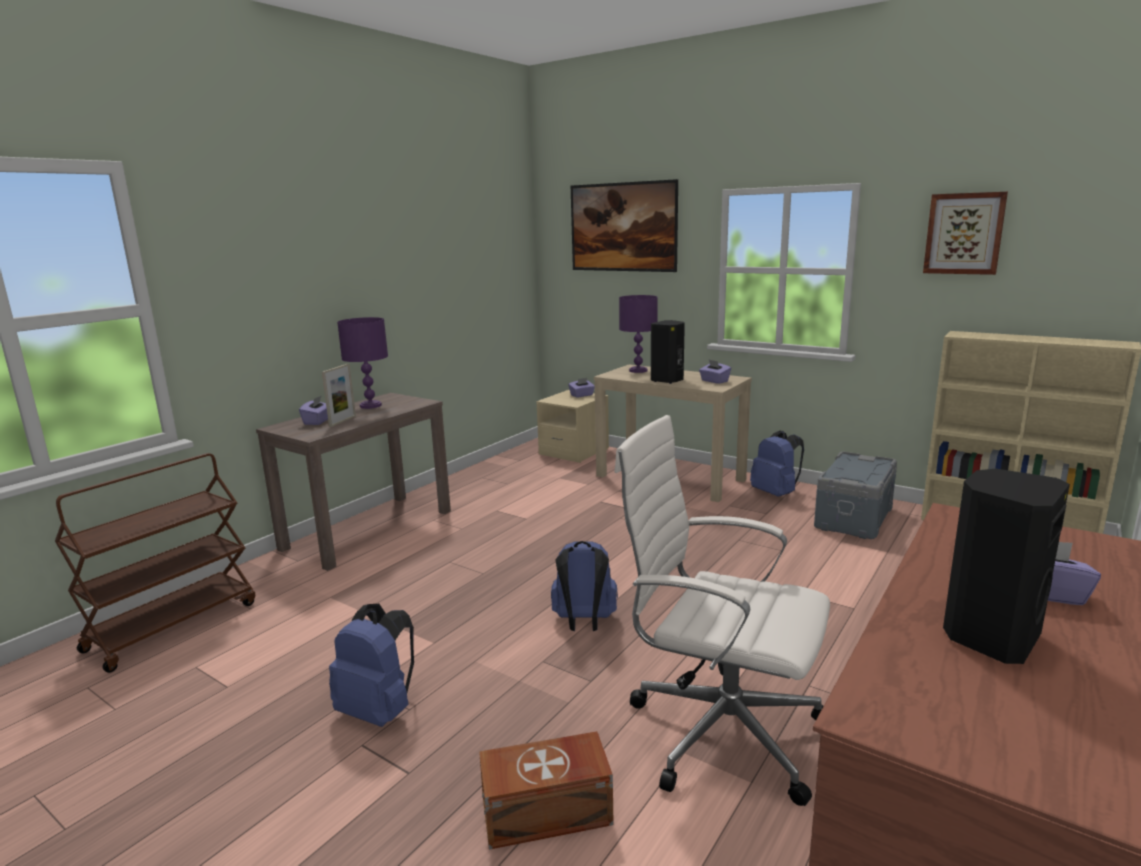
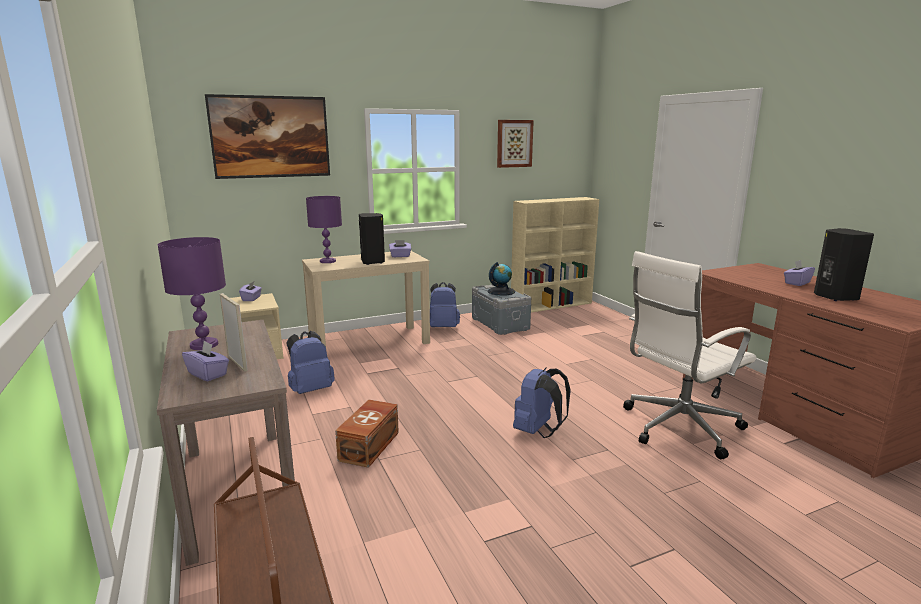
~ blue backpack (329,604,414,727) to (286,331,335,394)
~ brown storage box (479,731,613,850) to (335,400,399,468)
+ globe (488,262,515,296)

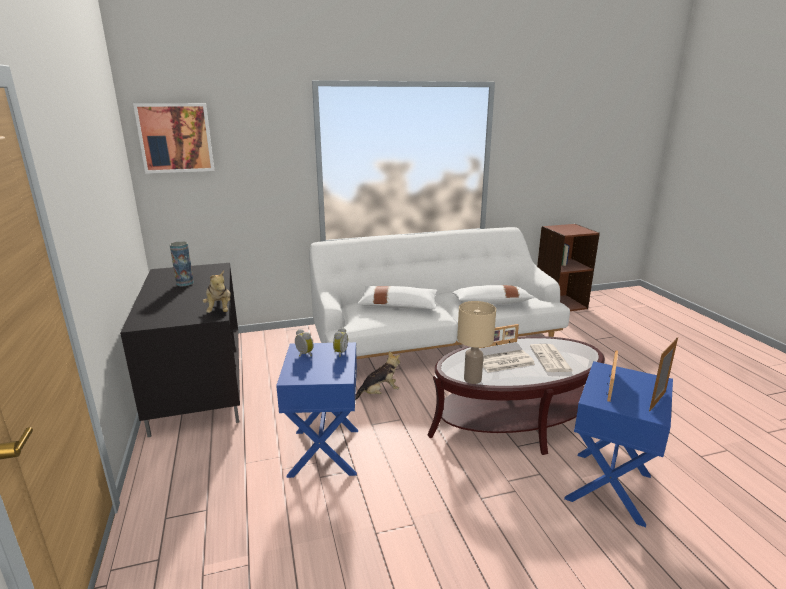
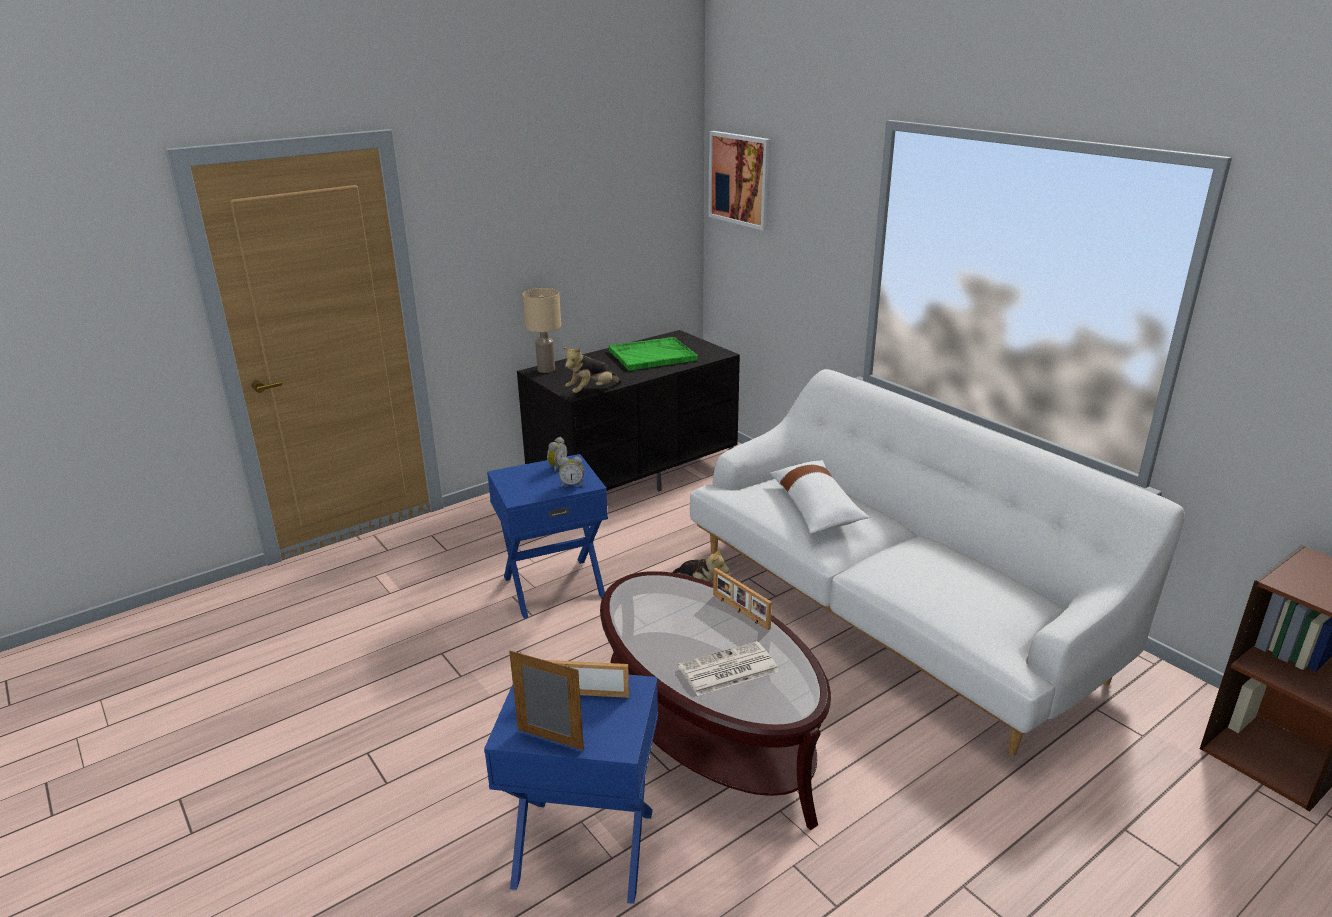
~ vase (170,241,194,286) to green tray (609,337,698,371)
- white pillow (452,285,535,304)
~ beige table lamp (457,301,496,384) to (522,288,561,373)
- newspaper (483,350,535,372)

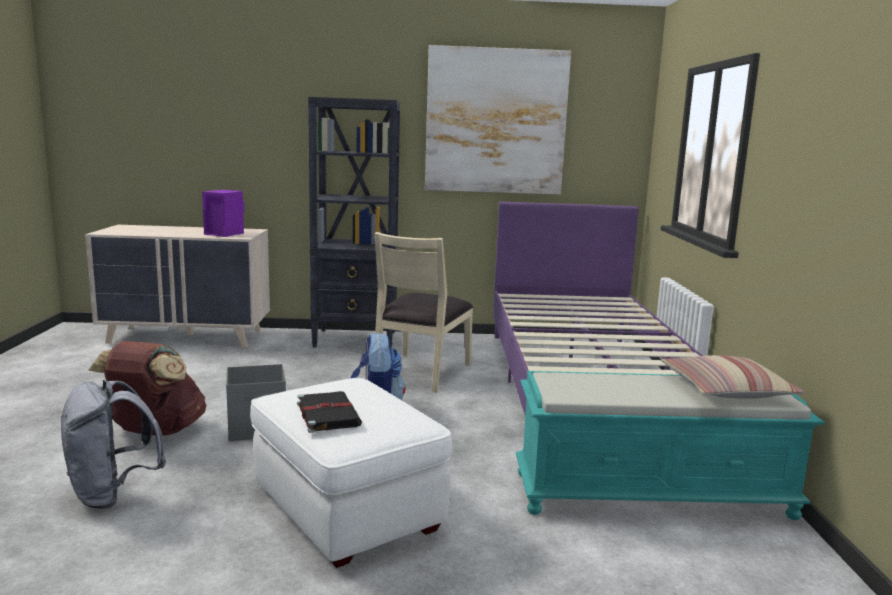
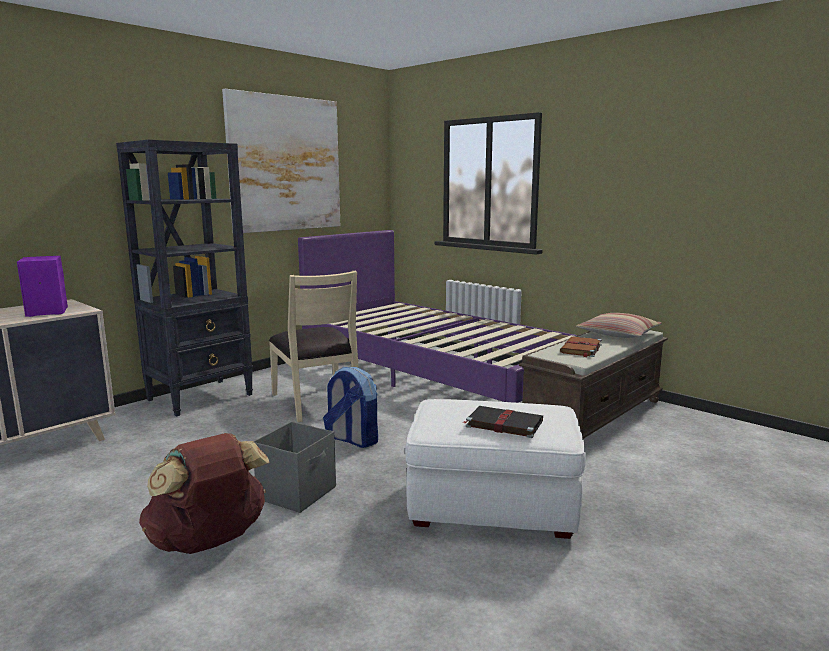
- grey backpack (61,380,166,509)
~ turquoise bench (516,371,825,520) to brown bench (519,330,668,439)
+ brown book (560,336,602,358)

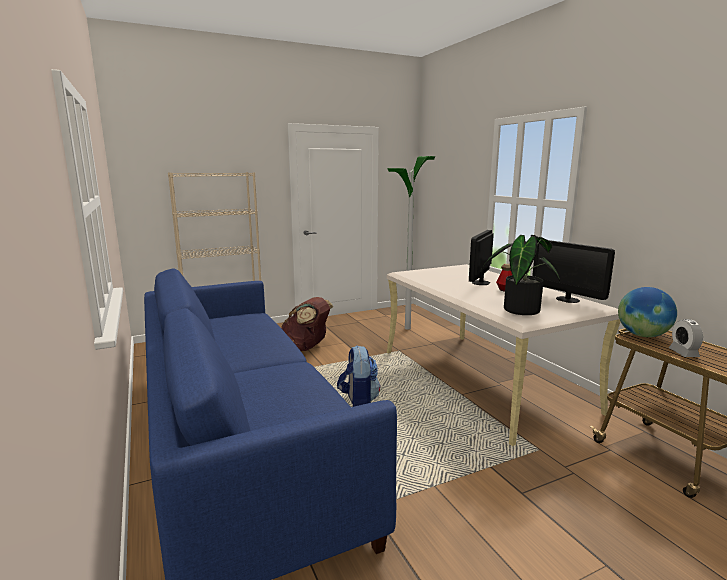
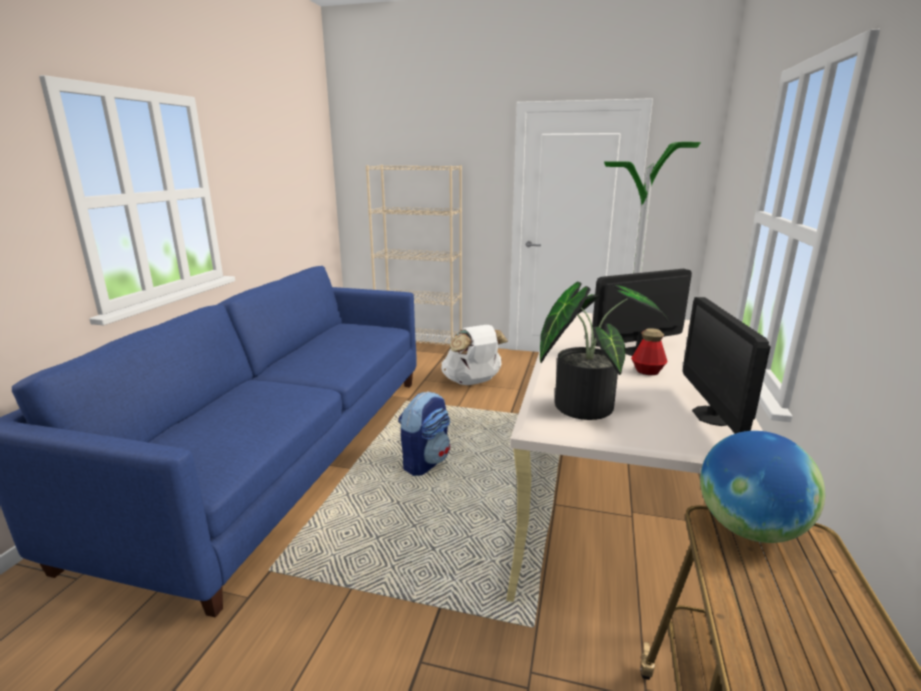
~ brown backpack (281,297,333,351) to white backpack (441,325,508,385)
- alarm clock (669,319,703,357)

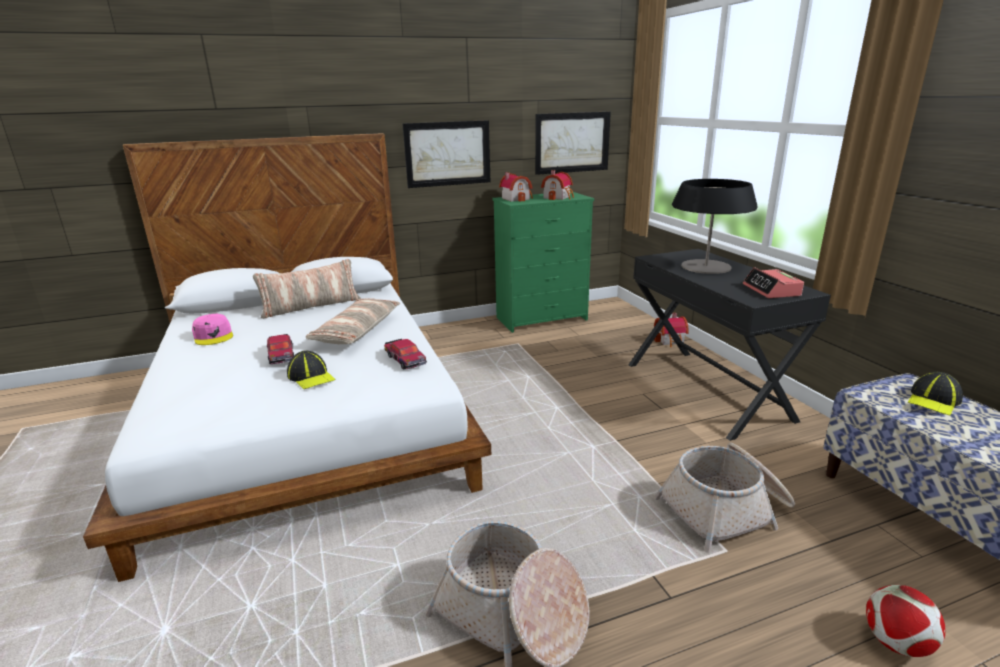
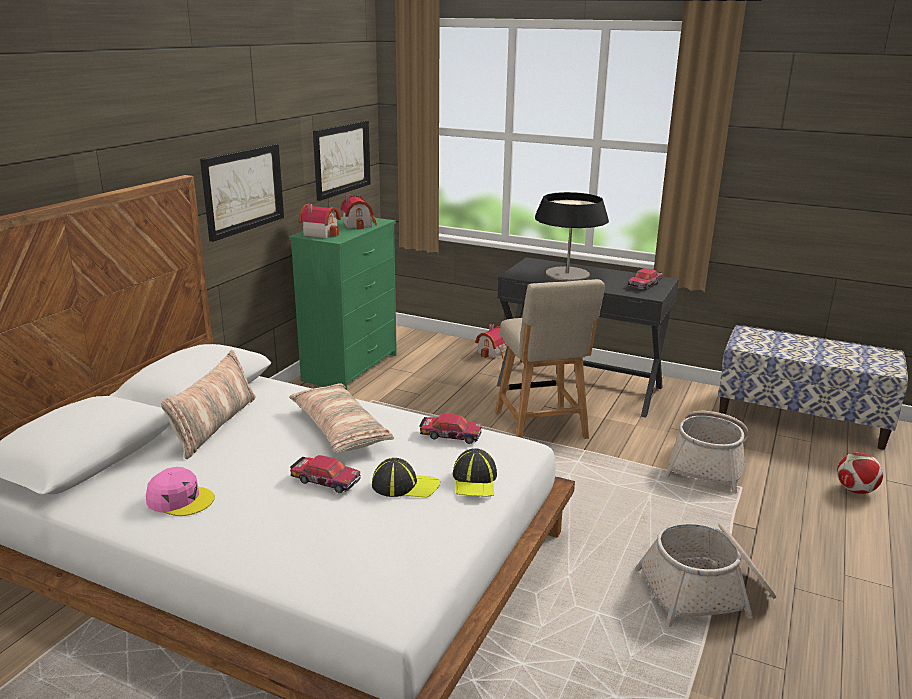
~ alarm clock (743,267,804,298) to toy car (628,268,663,290)
~ cap (908,372,963,416) to (453,448,497,497)
+ beige chair (495,279,605,439)

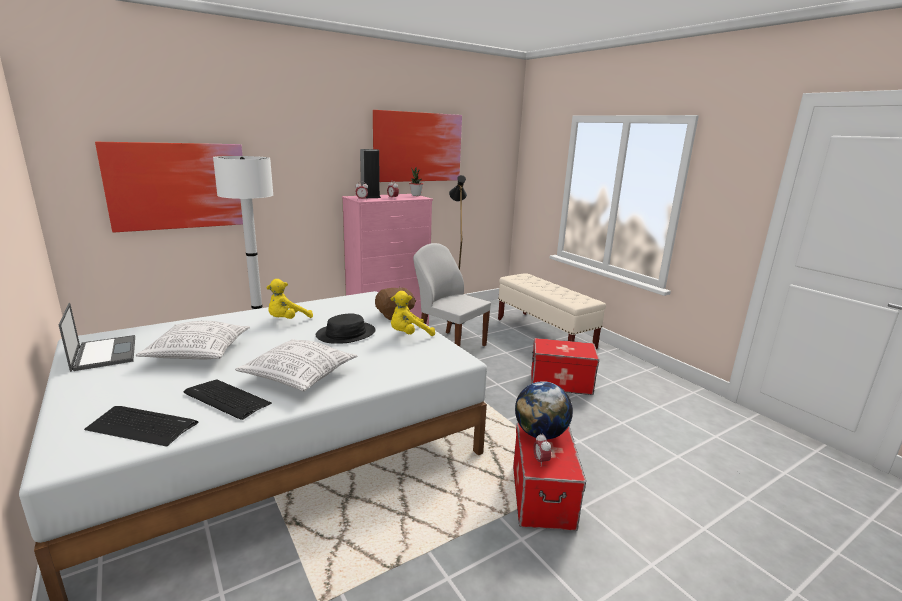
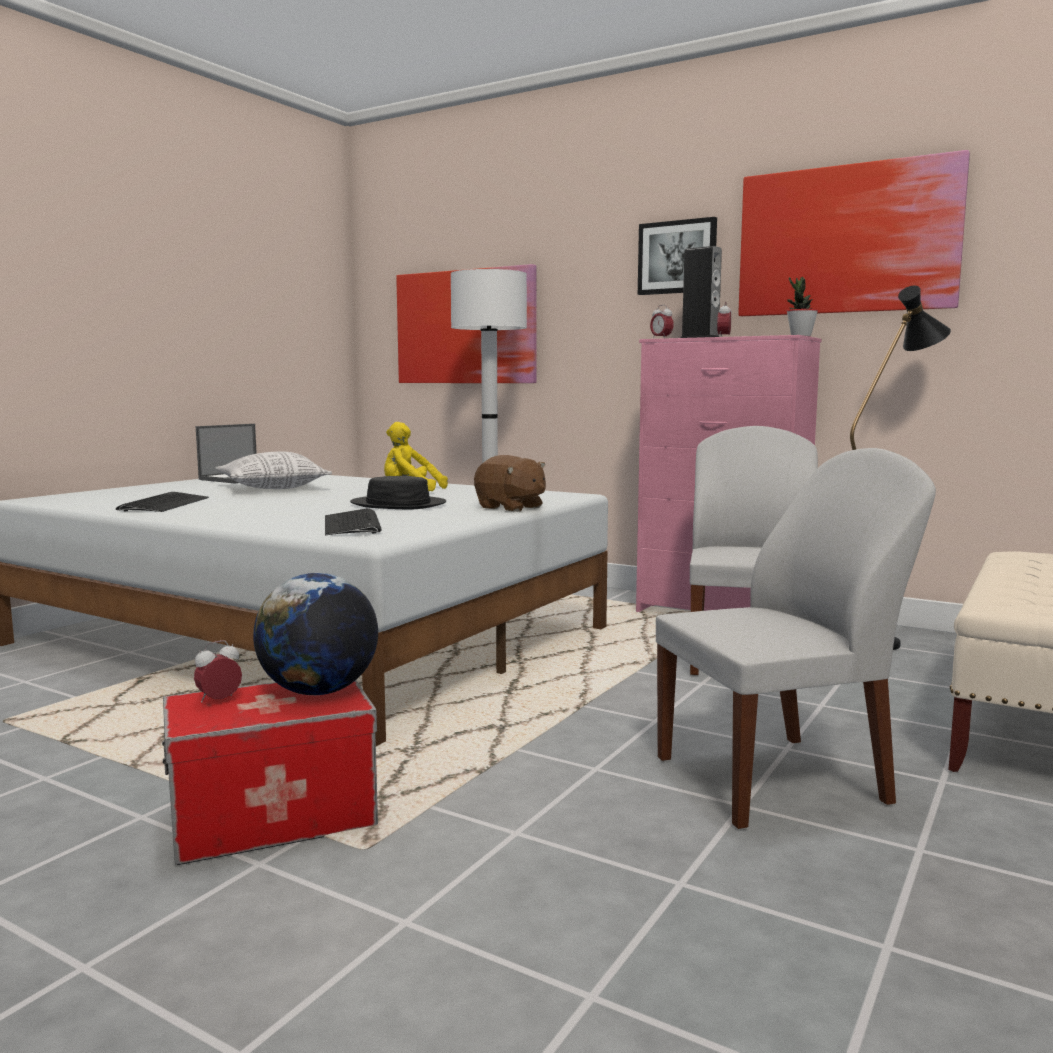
~ keyboard (84,406,199,447) to (325,508,382,535)
- pillow (235,339,357,391)
- yellow plush toy (391,291,435,336)
~ storage box (531,338,599,395) to white chair (656,448,936,829)
+ picture (638,217,717,295)

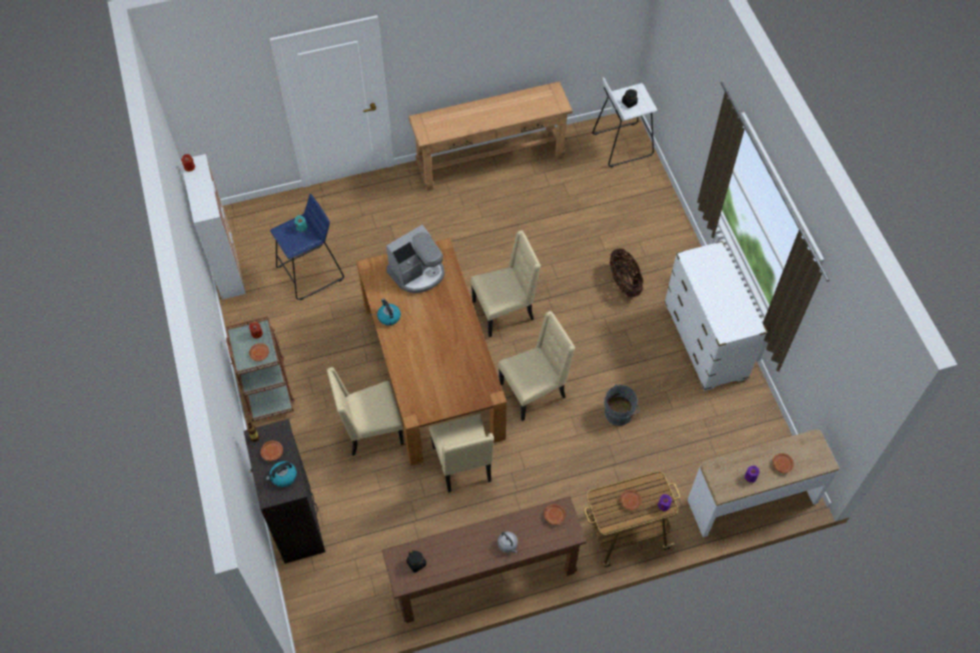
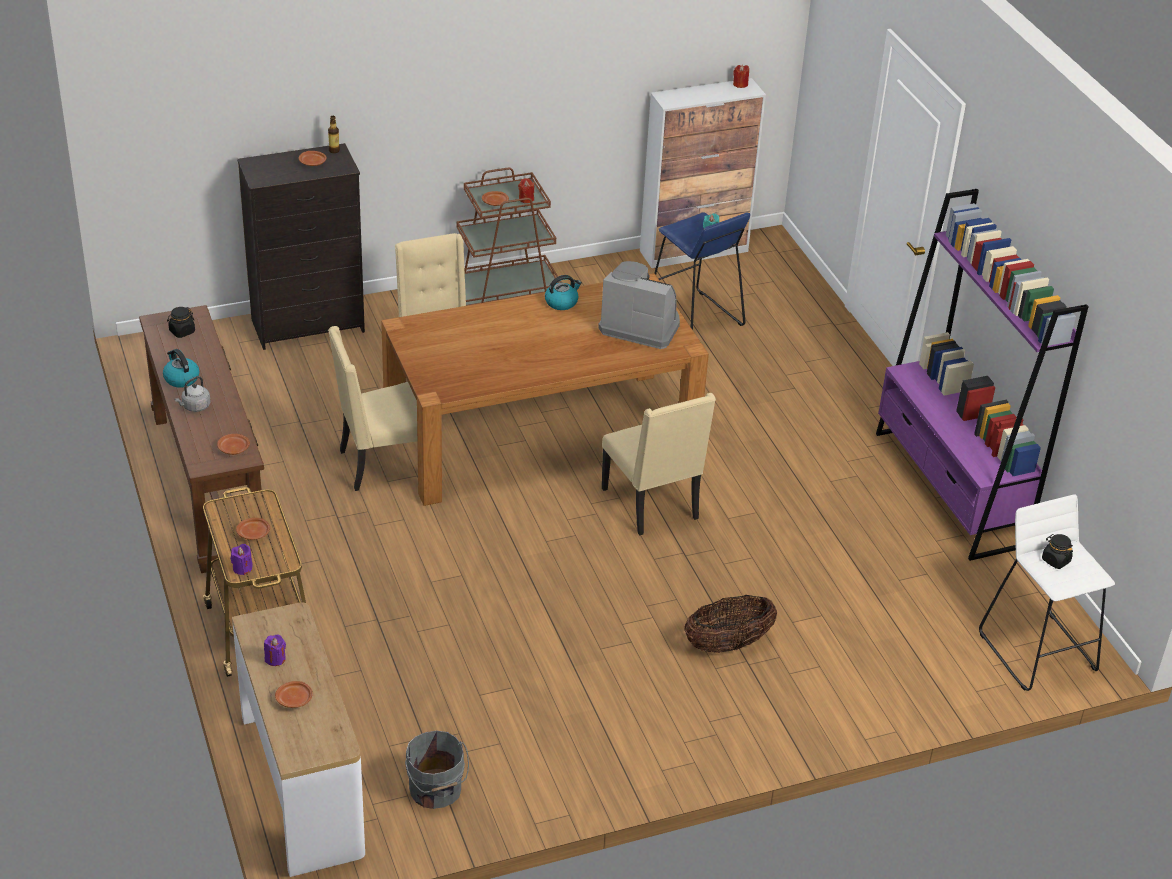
~ kettle (266,461,297,487) to (163,349,199,388)
~ coffee machine (386,225,445,293) = (598,261,680,349) 150 degrees clockwise
~ brown console table (408,81,573,191) to purple bookcase (876,189,1089,561)
- beige chair (498,311,575,421)
~ grey bucket (604,384,640,426) to (405,731,469,809)
- white dresser (665,241,767,391)

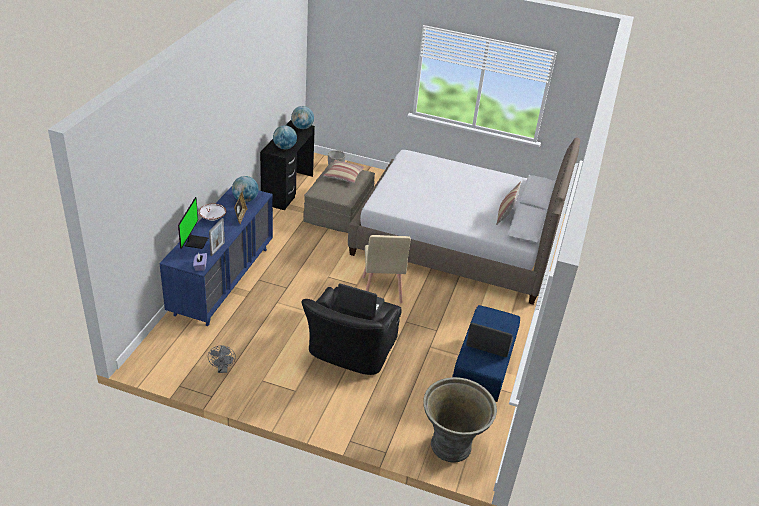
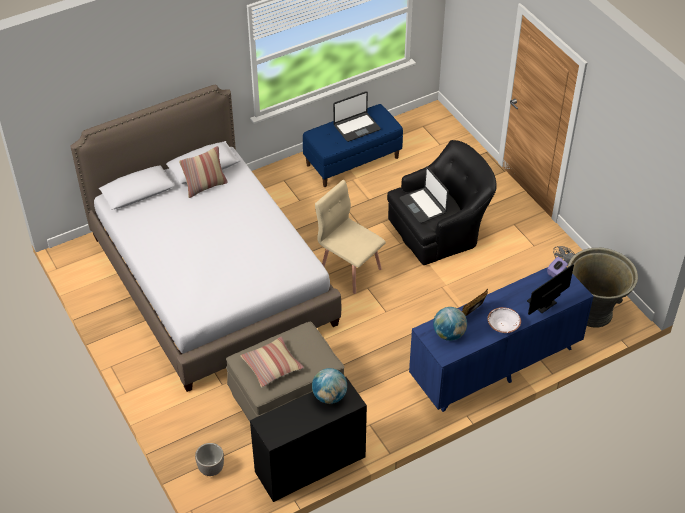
- picture frame (209,218,225,256)
- globe (291,106,314,129)
~ beige chair (362,235,411,303) = (315,180,386,294) 90 degrees counterclockwise
~ grey planter (423,377,497,462) to (568,248,638,328)
~ laptop (466,323,513,357) = (333,91,380,142) 90 degrees counterclockwise

